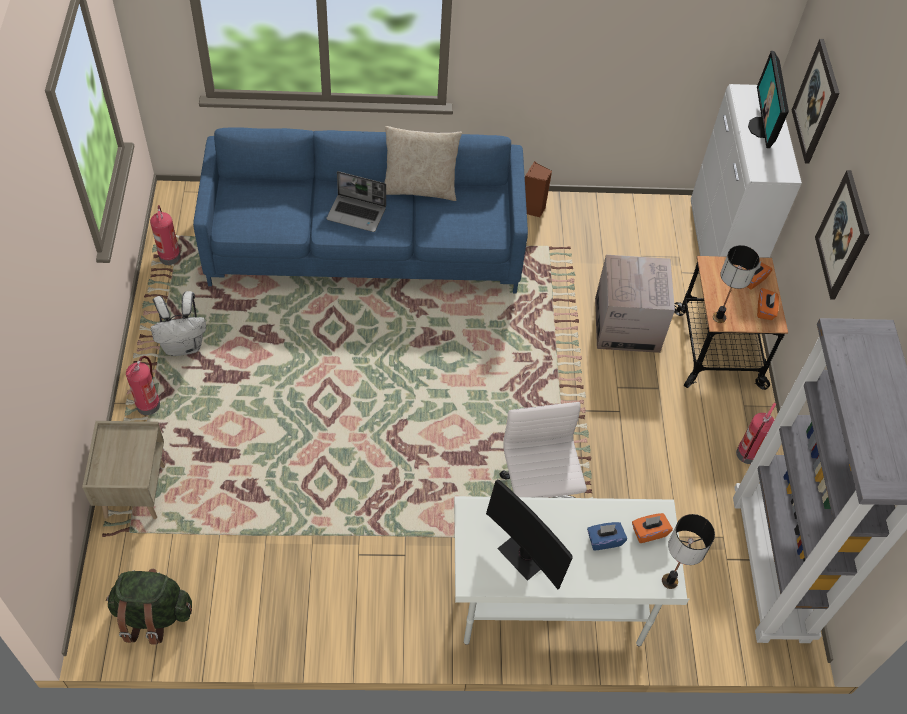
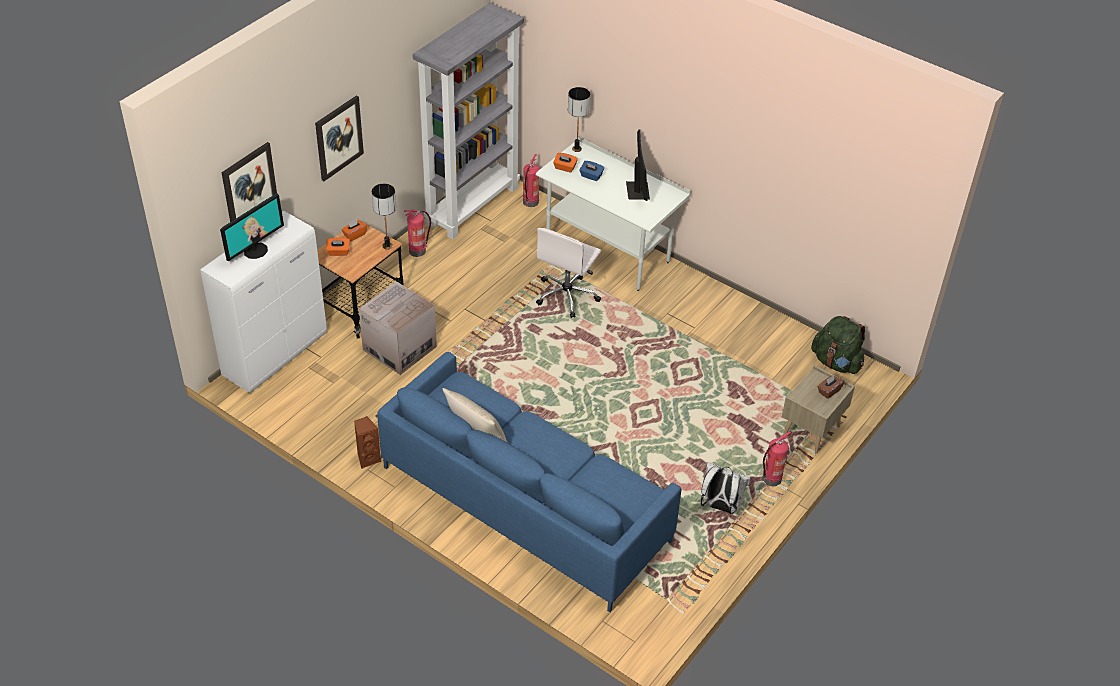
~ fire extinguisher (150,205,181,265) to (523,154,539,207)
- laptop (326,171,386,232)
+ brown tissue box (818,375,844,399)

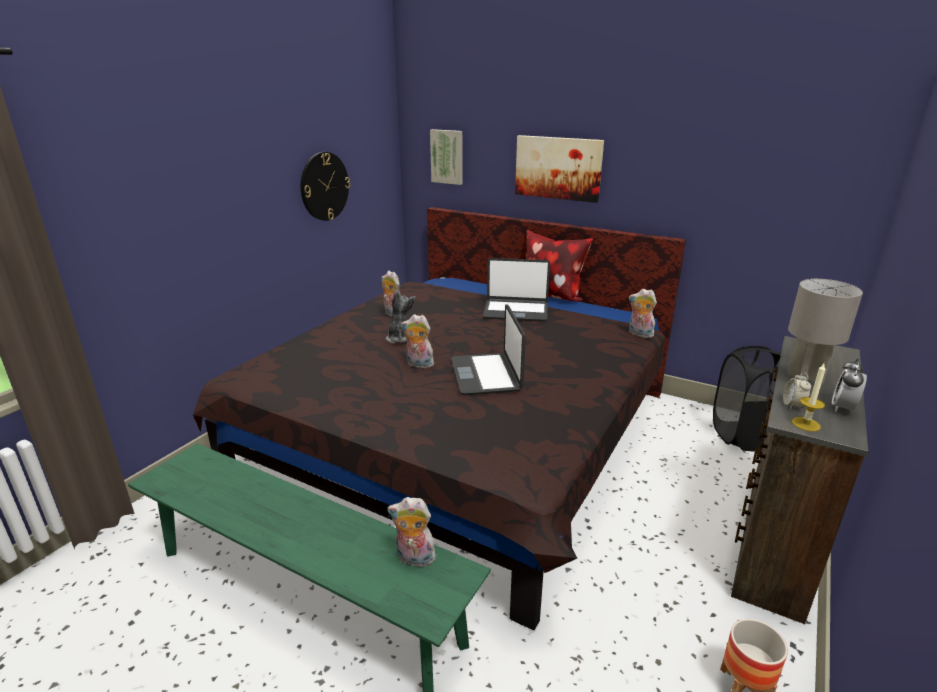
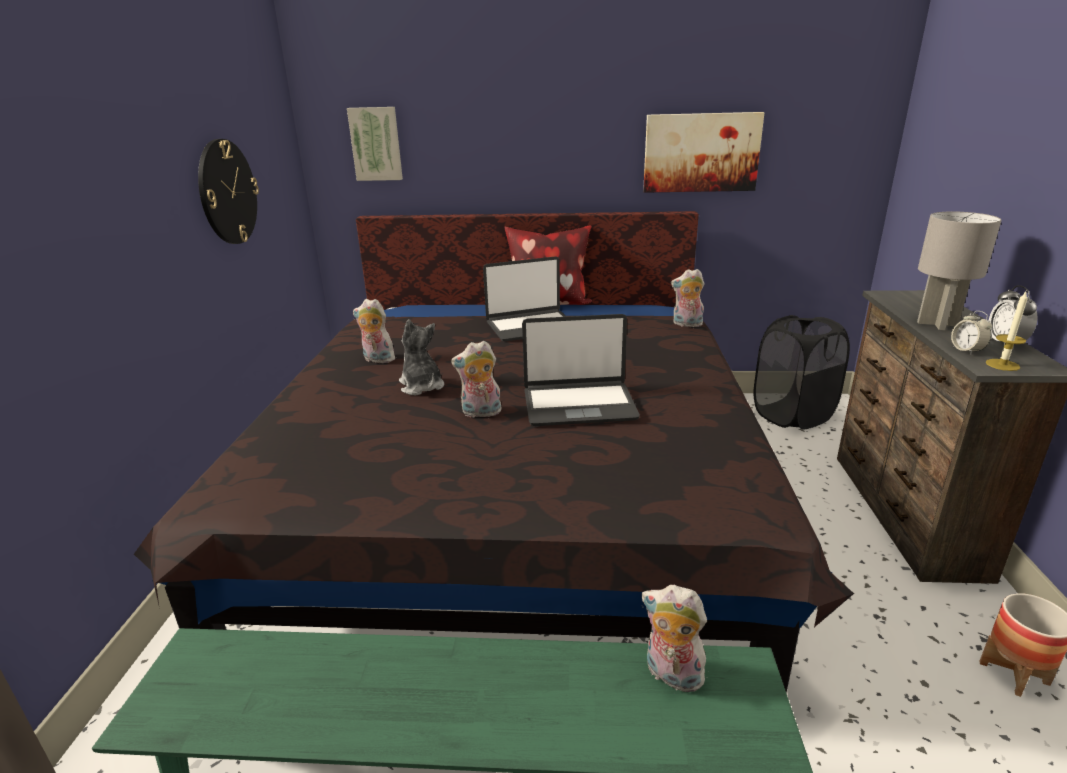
~ plush toy (387,497,436,567) = (642,585,708,694) 45 degrees clockwise
~ laptop (451,304,526,395) = (522,314,640,426) 60 degrees counterclockwise
~ picture (515,135,604,203) to (643,112,765,193)

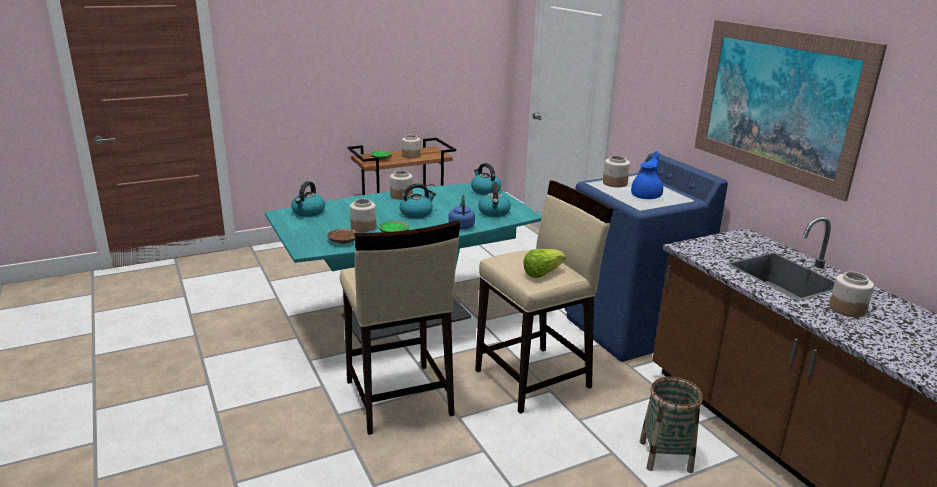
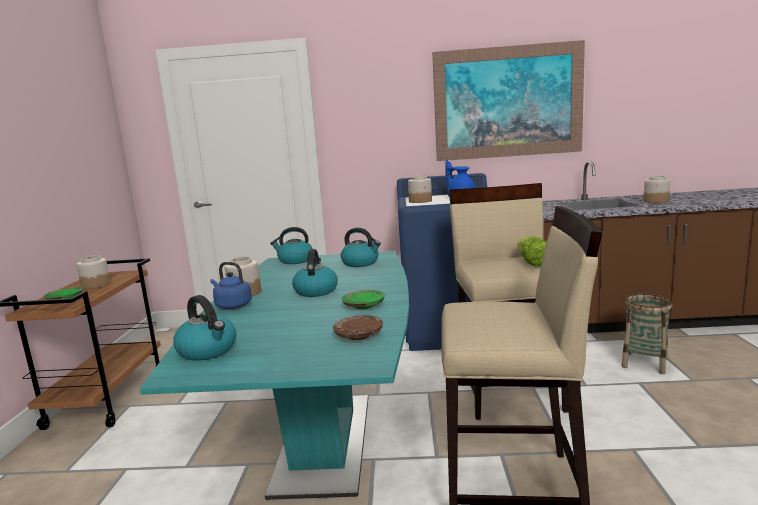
- jar (350,199,376,232)
~ blue kettle (448,195,475,230) to (211,262,252,309)

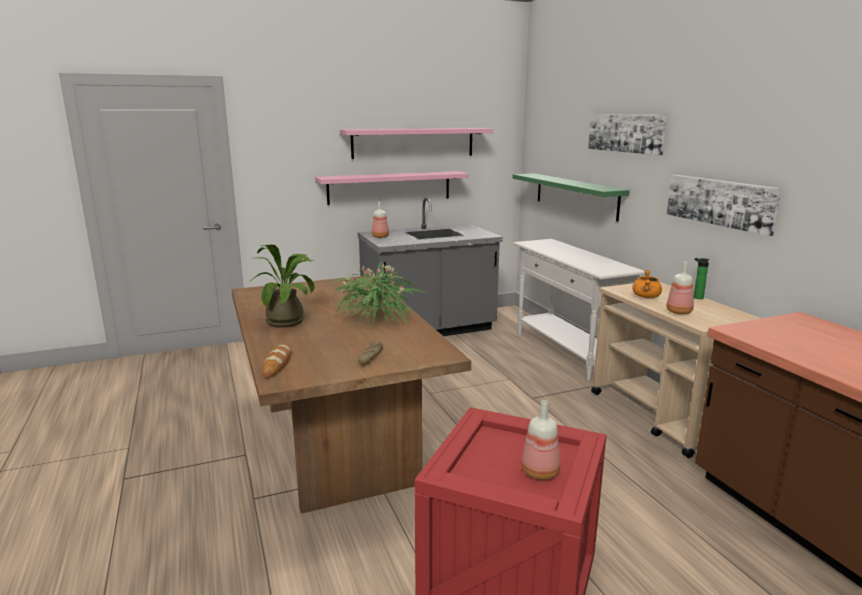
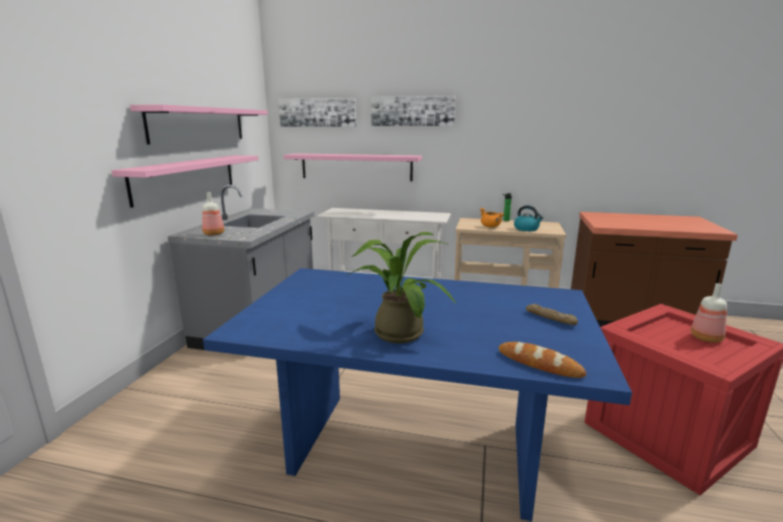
~ brown dining table (231,275,471,514) to blue dining table (203,268,632,521)
- potted plant (332,262,427,328)
~ green shelf (512,173,630,222) to pink shelf (283,153,422,181)
~ bottle (666,262,694,314) to kettle (514,205,544,231)
~ picture (667,175,782,236) to (278,98,356,127)

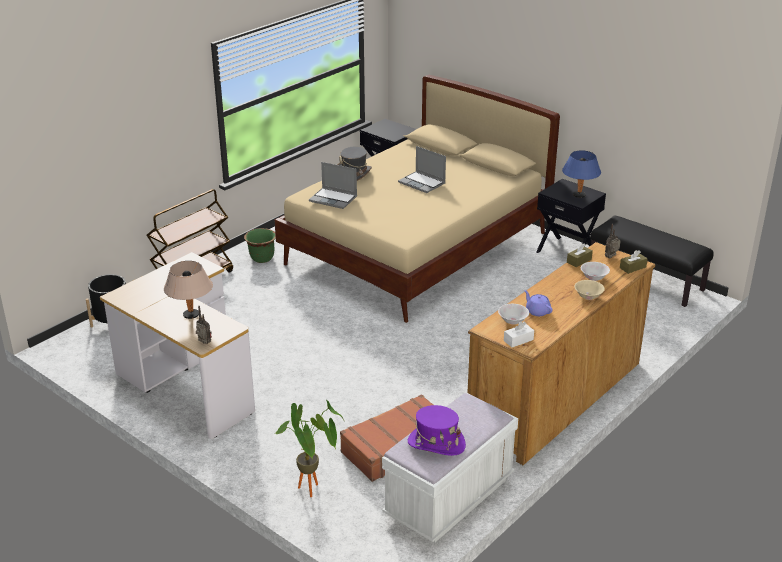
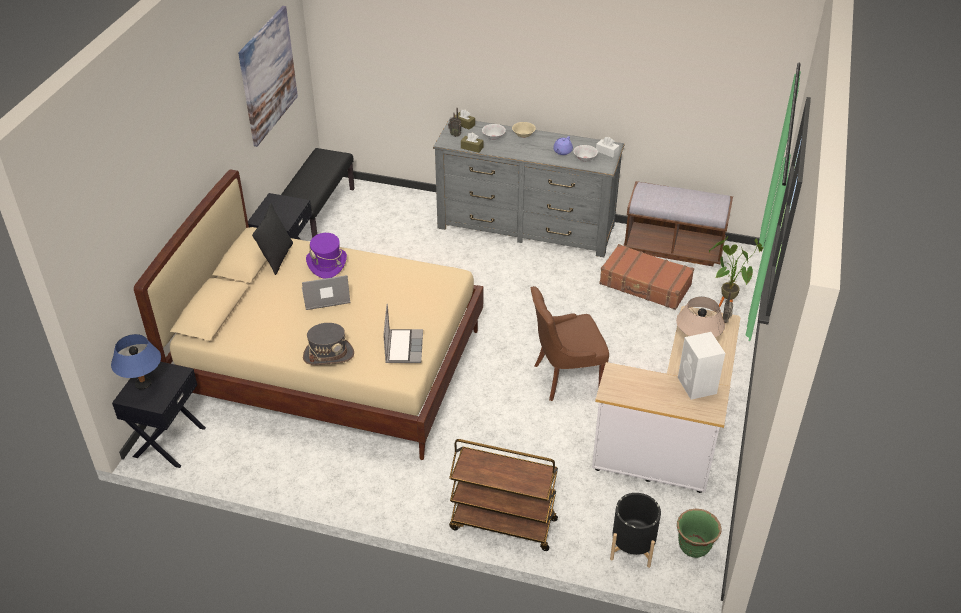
~ green planter (244,228,276,263) to (677,509,721,558)
~ white bench (382,393,518,543) to brown bench (623,181,733,266)
~ laptop (398,146,446,193) = (302,275,350,310) 120 degrees counterclockwise
~ purple hat (408,405,466,456) to (306,233,347,279)
~ brown dresser (467,242,655,465) to grey dresser (433,117,625,257)
~ blue table lamp (562,150,601,198) to (111,334,161,390)
+ picture (238,6,298,147)
+ black pillow (252,203,293,275)
+ brown chair (531,286,609,401)
+ white speaker (678,332,725,400)

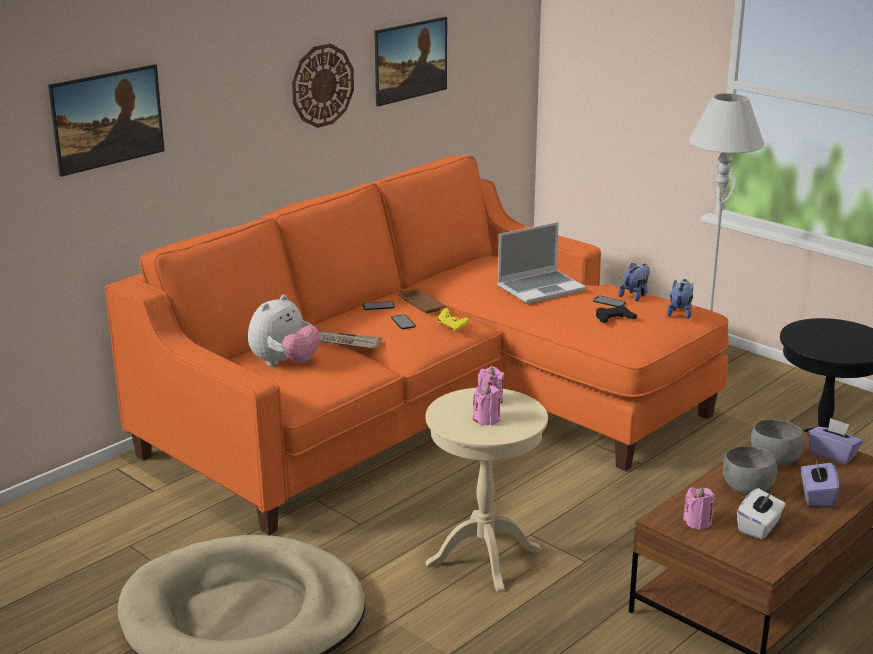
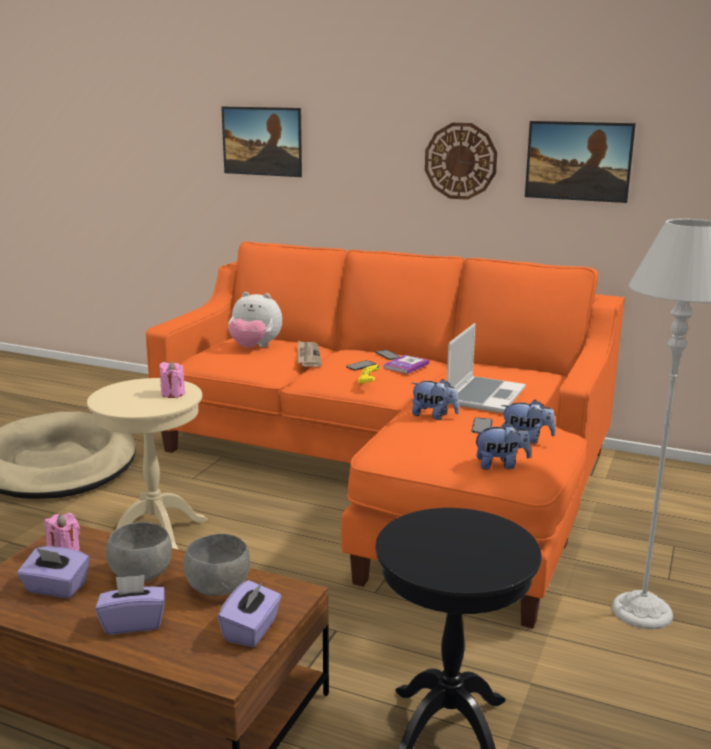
~ brown tray (398,289,446,314) to book (383,355,429,374)
- pink candle (473,385,501,425)
~ laptop (497,222,586,304) = (447,323,526,413) 105 degrees counterclockwise
- black game controller (596,306,637,323)
~ white tissue box (737,488,786,539) to purple tissue box (17,546,90,598)
+ plush toy (412,379,459,420)

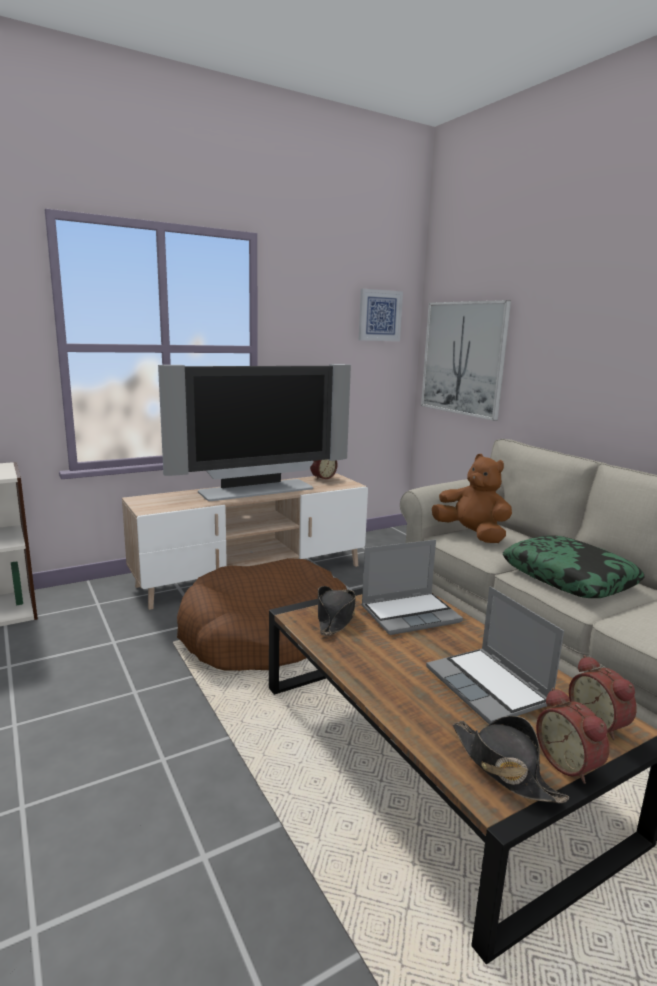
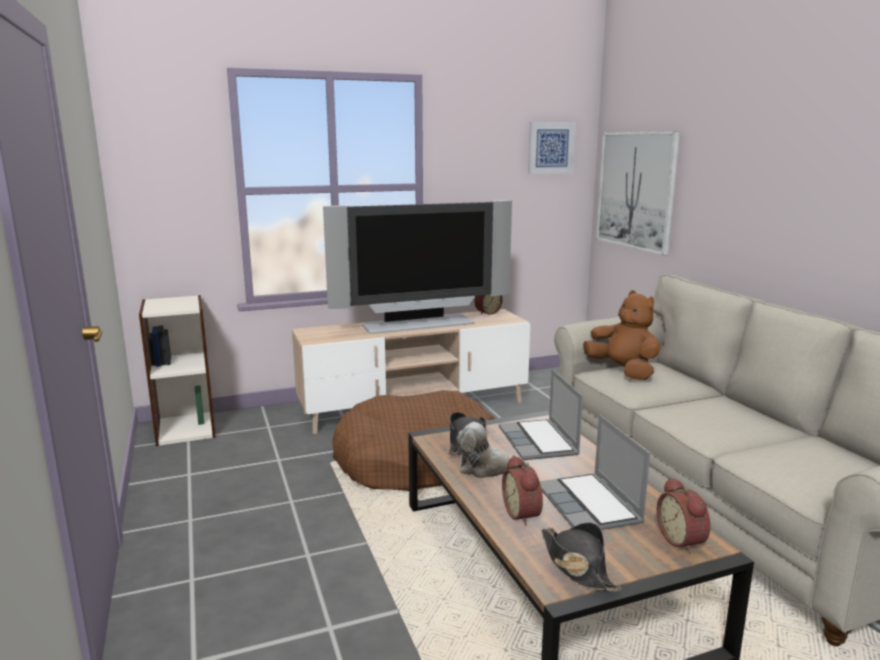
~ laptop (361,540,463,635) = (499,369,583,460) 90 degrees clockwise
- pillow (503,536,645,598)
~ alarm clock (536,687,609,784) to (502,455,543,526)
+ plush toy (456,422,529,478)

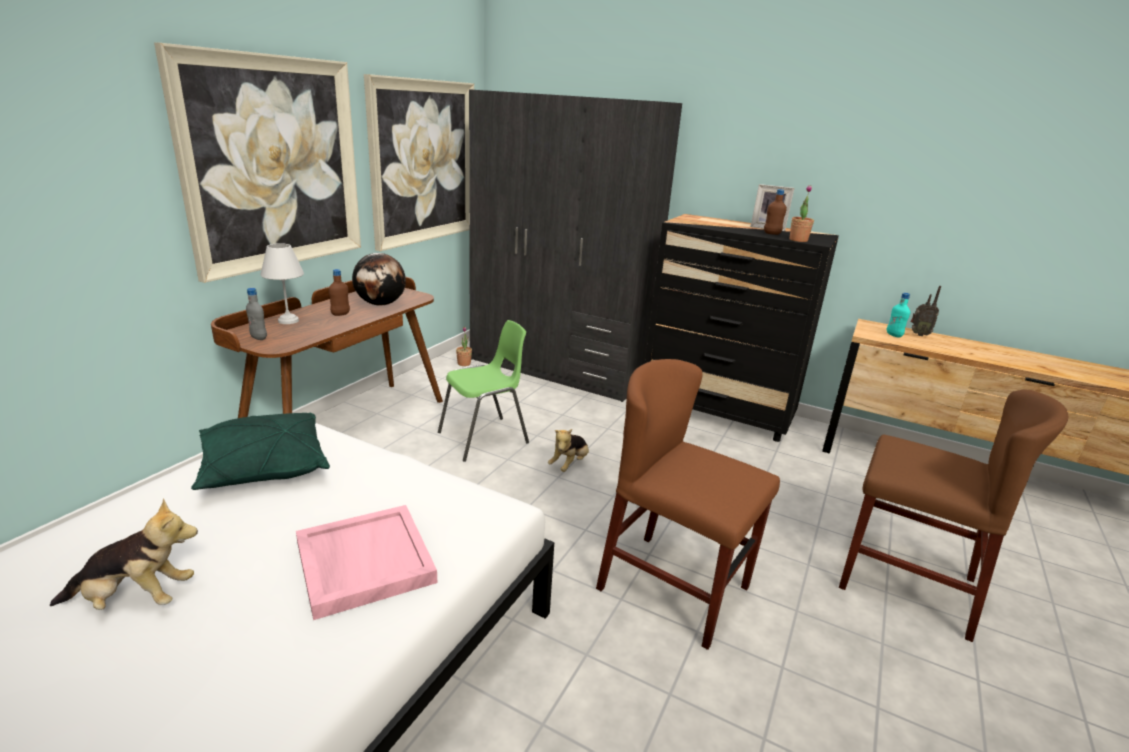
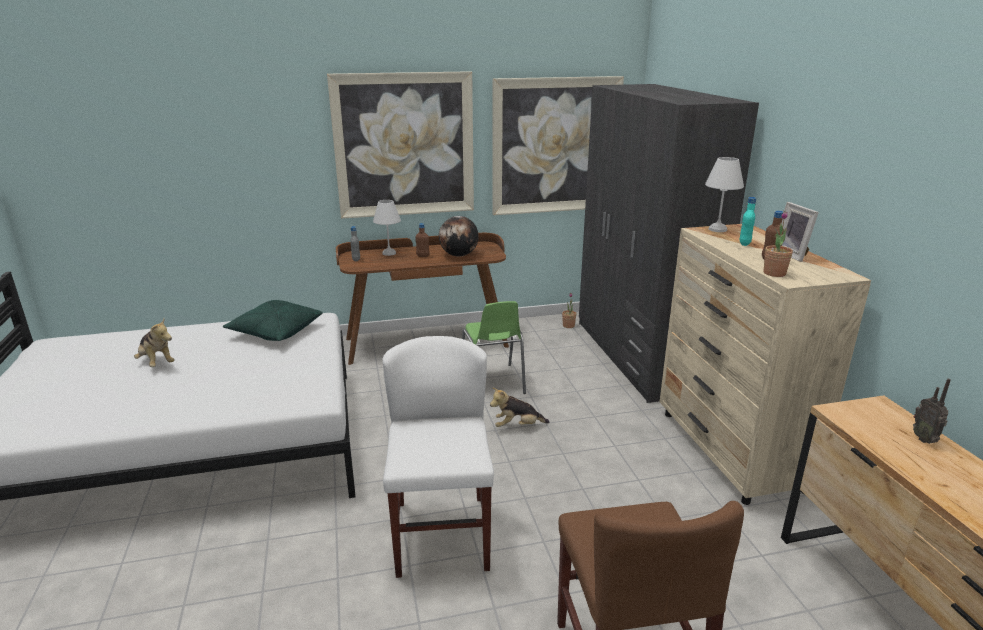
- pink tray (296,505,437,620)
~ green chair (438,320,529,462) = (462,301,526,394) 60 degrees clockwise
~ brown chair (596,359,780,650) to white chair (382,336,494,578)
~ black dresser (645,214,839,442) to beige dresser (659,224,871,505)
~ turquoise bottle (886,293,910,338) to (740,197,756,246)
+ white table lamp (705,157,744,232)

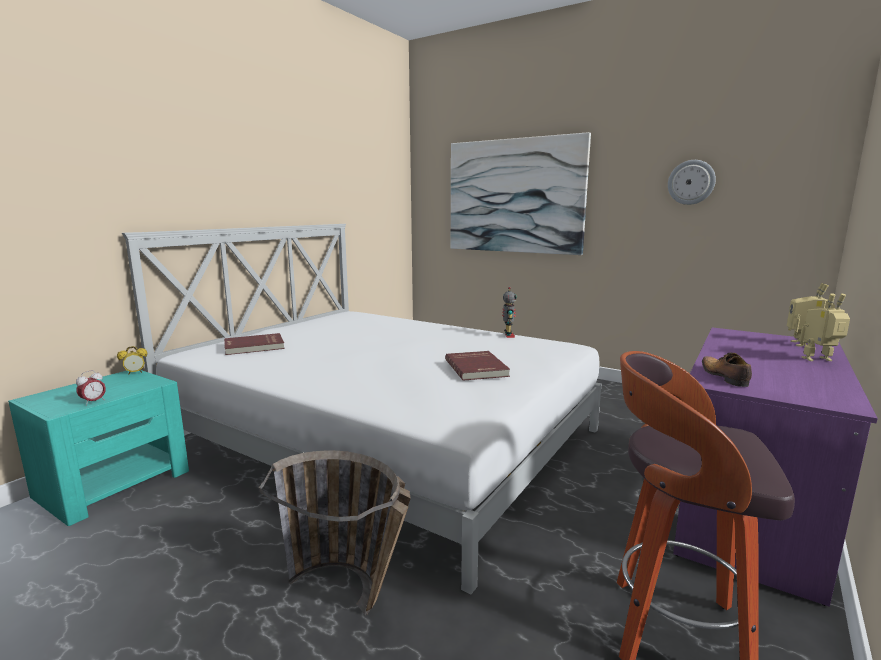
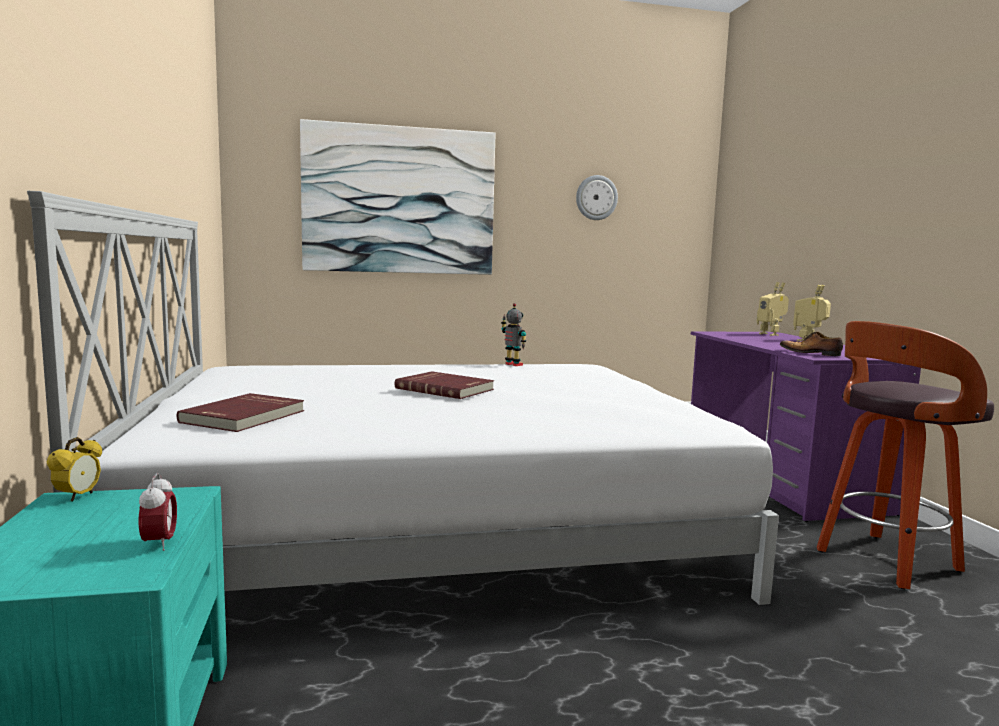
- basket (259,450,411,616)
~ red book (445,351,510,381) to (395,371,494,399)

